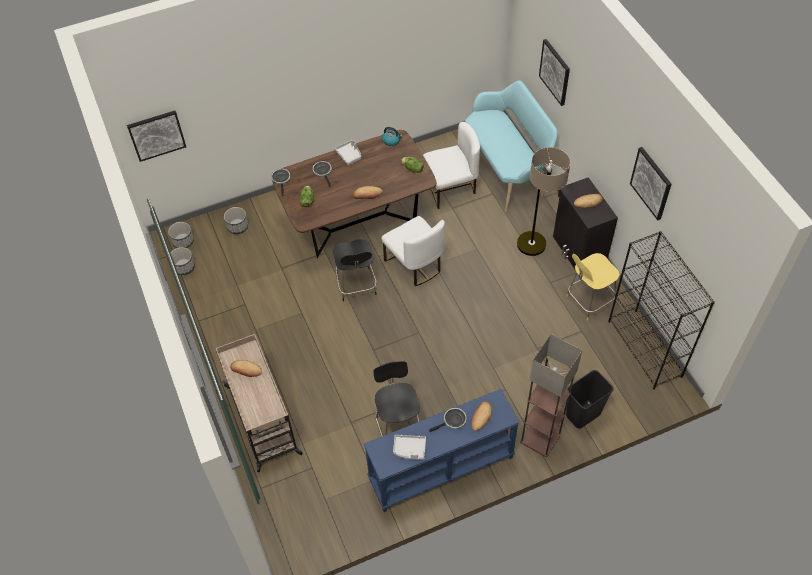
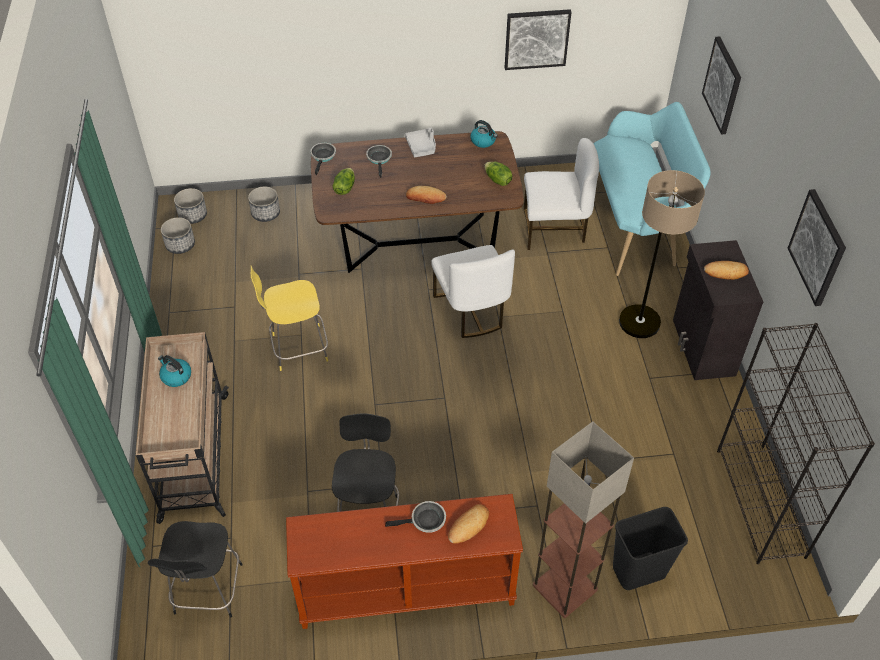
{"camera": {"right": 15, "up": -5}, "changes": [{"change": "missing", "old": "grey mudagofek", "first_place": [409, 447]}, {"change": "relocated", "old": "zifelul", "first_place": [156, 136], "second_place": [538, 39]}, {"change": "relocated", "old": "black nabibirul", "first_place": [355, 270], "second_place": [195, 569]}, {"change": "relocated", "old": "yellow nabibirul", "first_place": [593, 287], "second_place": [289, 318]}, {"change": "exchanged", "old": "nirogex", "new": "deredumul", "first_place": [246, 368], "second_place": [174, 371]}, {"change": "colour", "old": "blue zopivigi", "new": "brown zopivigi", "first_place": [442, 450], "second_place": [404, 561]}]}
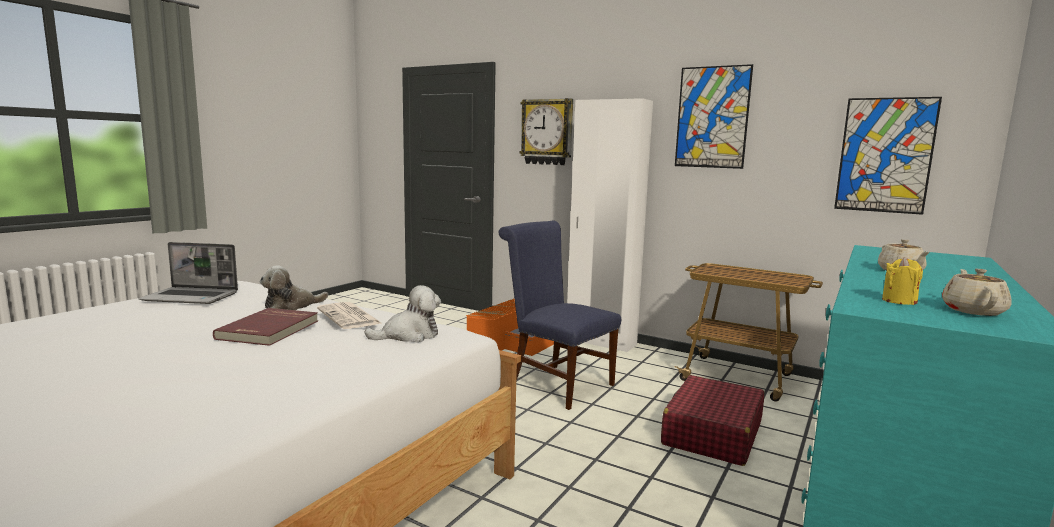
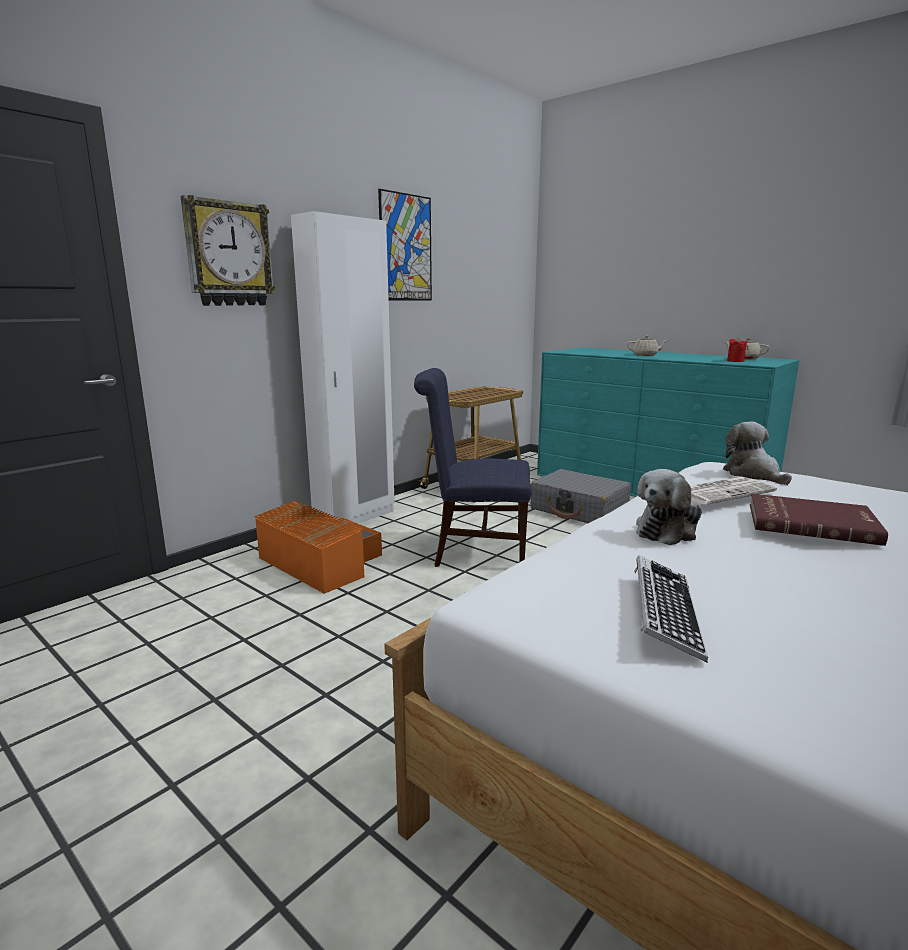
{"camera": {"right": -80, "up": 5}, "changes": [{"change": "missing", "old": "zifelul", "first_place": [888, 156]}, {"change": "exchanged", "old": "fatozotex", "new": "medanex", "first_place": [188, 273], "second_place": [671, 608]}, {"change": "colour", "old": "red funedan", "new": "grey funedan", "first_place": [712, 420], "second_place": [580, 496]}, {"change": "colour", "old": "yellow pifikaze", "new": "red pifikaze", "first_place": [902, 281], "second_place": [737, 349]}, {"change": "spun", "old": "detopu", "first_place": [294, 287], "second_place": [669, 507], "degrees": 75}, {"change": "spun", "old": "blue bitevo", "first_place": [559, 315], "second_place": [473, 467], "degrees": 45}]}
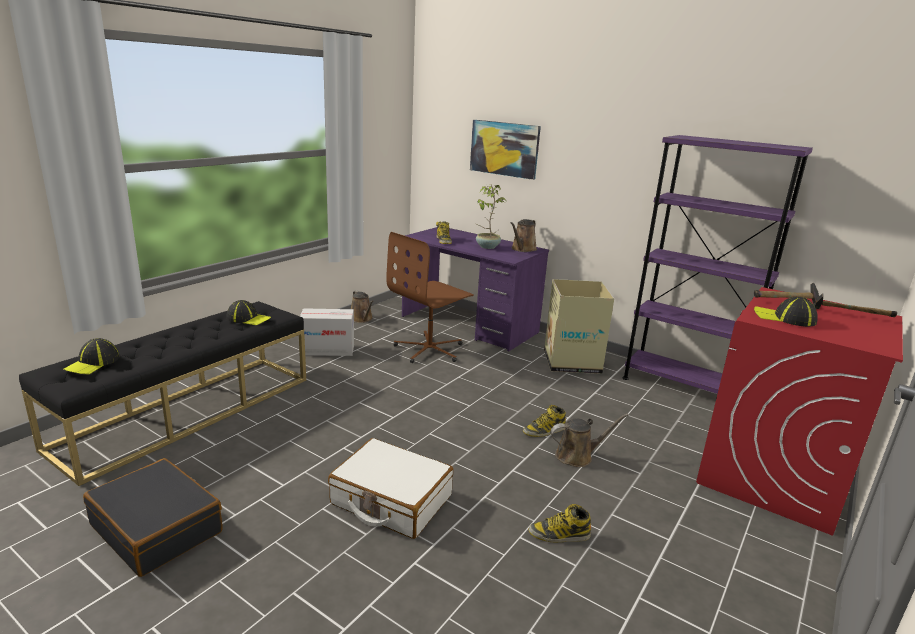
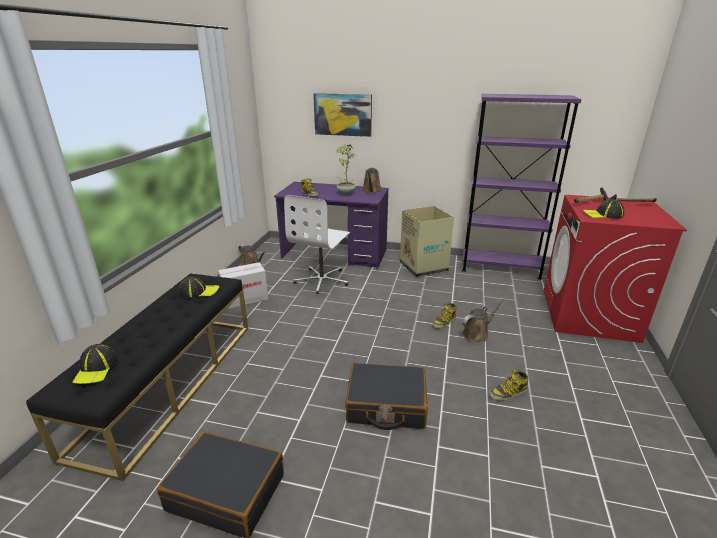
{"camera": {"right": -20, "up": 5}, "changes": [{"change": "colour", "old": "white funedan", "new": "black funedan", "first_place": [390, 488], "second_place": [386, 396]}, {"change": "colour", "old": "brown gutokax", "new": "white gutokax", "first_place": [430, 297], "second_place": [317, 244]}]}
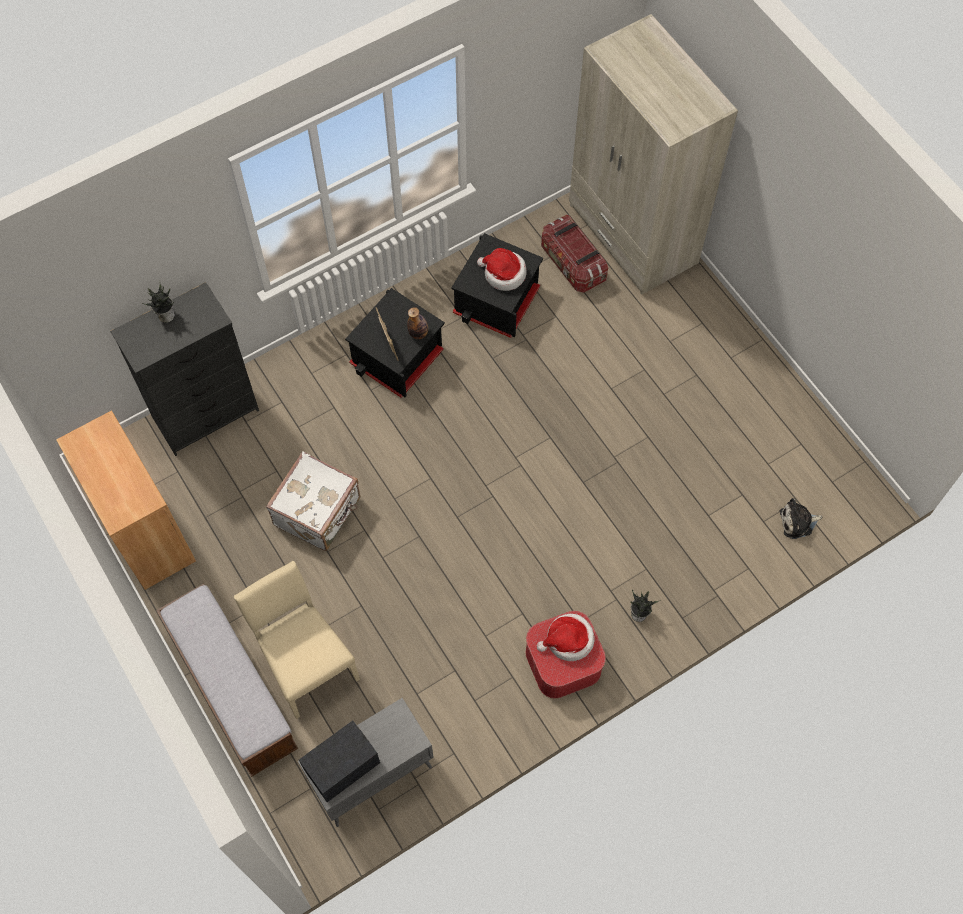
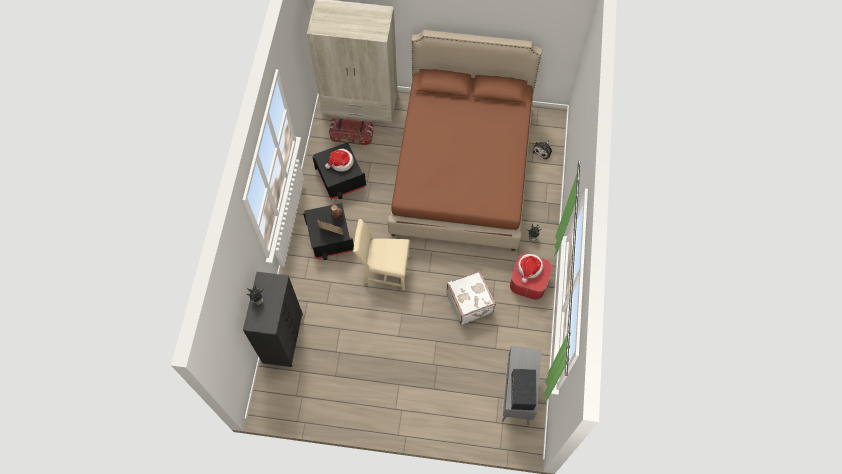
{"camera": {"right": -50, "up": 0}, "changes": [{"change": "missing", "old": "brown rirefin", "first_place": [126, 500]}, {"change": "missing", "old": "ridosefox", "first_place": [227, 680]}, {"change": "appeared", "new": "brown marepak", "second_place": [465, 140]}, {"change": "relocated", "old": "beige bitevo", "first_place": [296, 640], "second_place": [381, 254]}, {"change": "relocated", "old": "white funedan", "first_place": [313, 501], "second_place": [471, 297]}]}
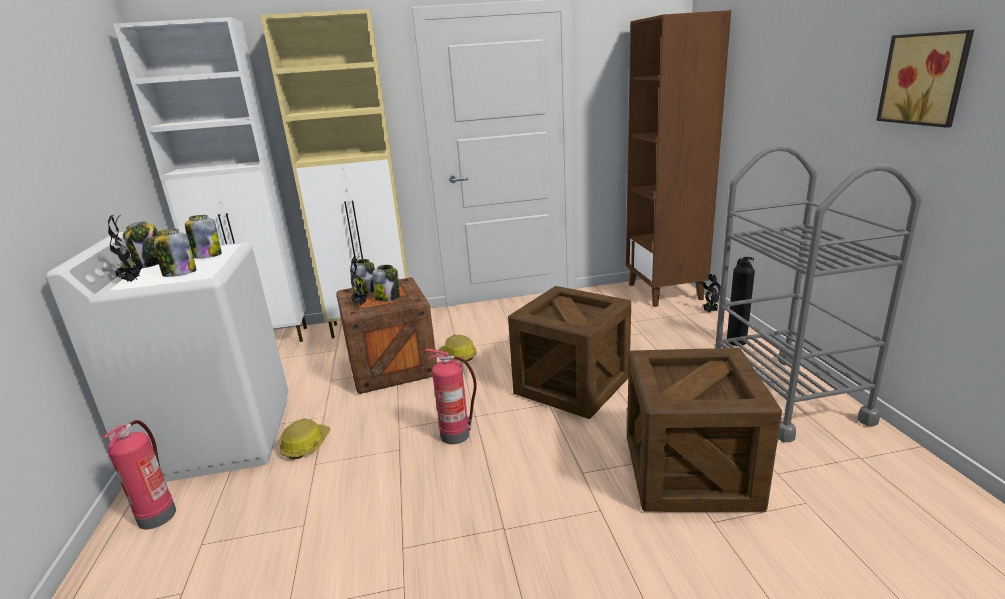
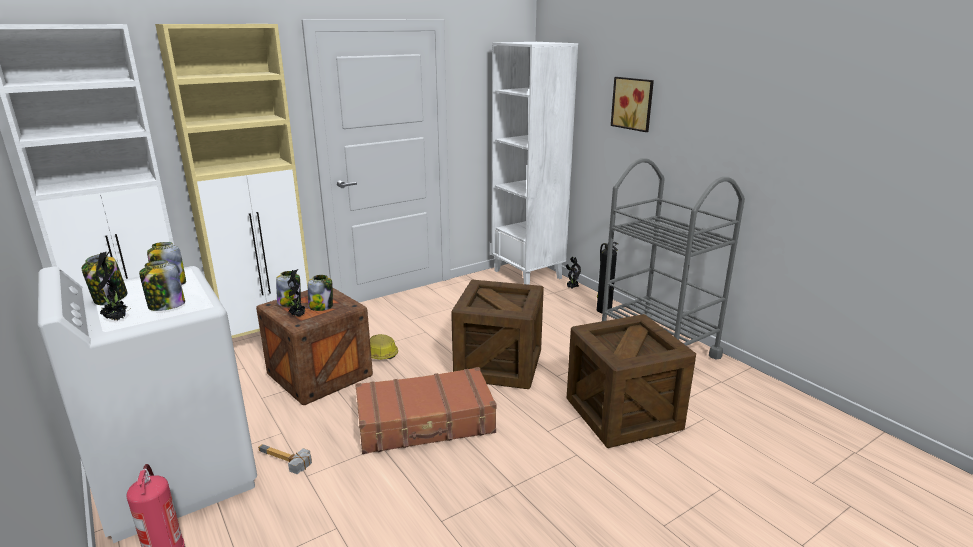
{"camera": {"right": -25, "up": 0}, "changes": [{"change": "relocated", "old": "zifelul", "first_place": [925, 79], "second_place": [632, 104]}, {"change": "exchanged", "old": "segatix", "new": "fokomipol", "first_place": [305, 439], "second_place": [285, 459]}, {"change": "exchanged", "old": "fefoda", "new": "brown funedan", "first_place": [451, 396], "second_place": [425, 410]}, {"change": "colour", "old": "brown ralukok", "new": "white ralukok", "first_place": [678, 158], "second_place": [534, 163]}]}
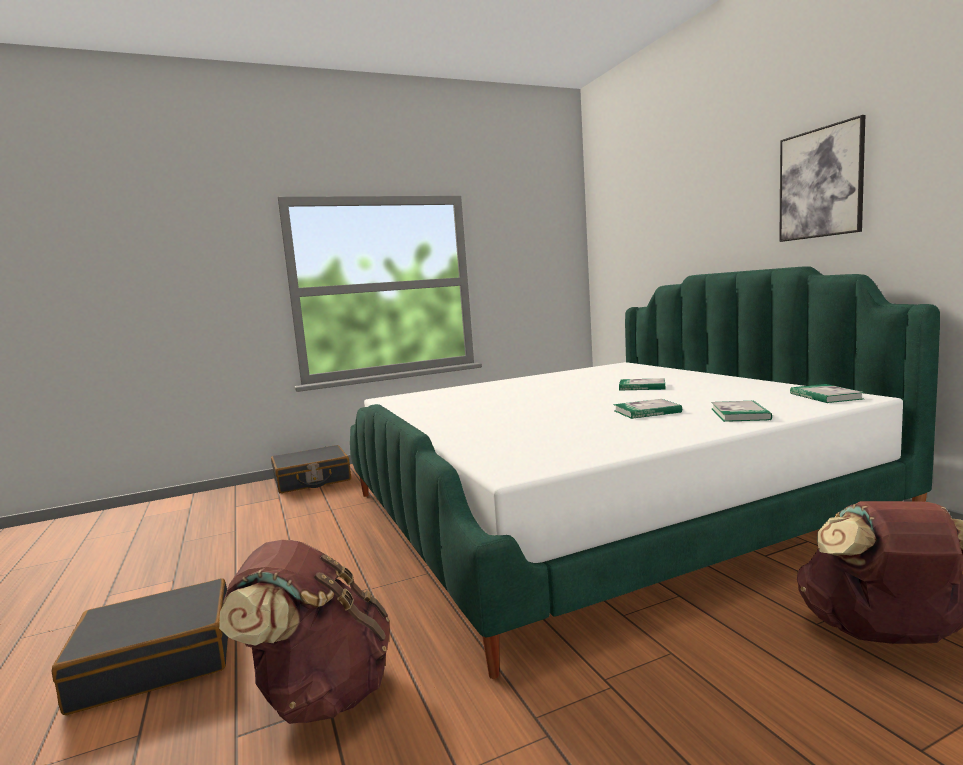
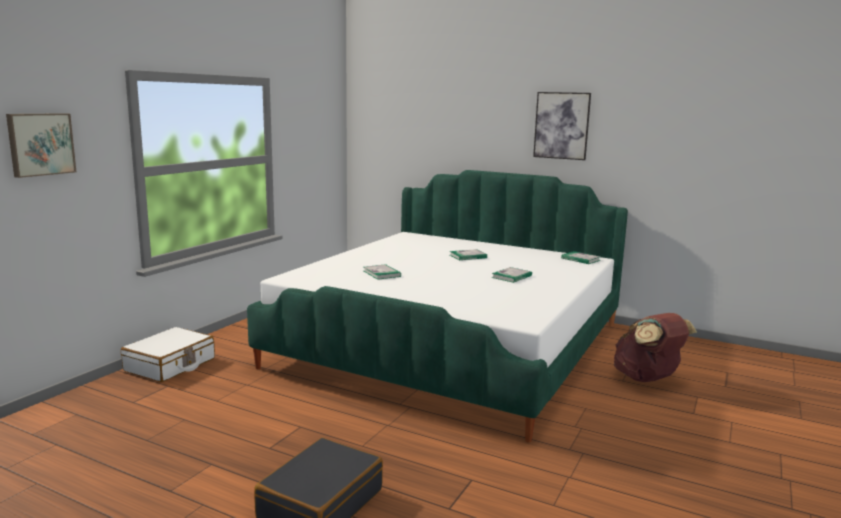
{"camera": {"right": -40, "up": 5}, "changes": [{"change": "missing", "old": "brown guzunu", "first_place": [304, 632]}, {"change": "appeared", "new": "zifelul", "second_place": [41, 145]}, {"change": "relocated", "old": "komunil", "first_place": [741, 411], "second_place": [382, 272]}, {"change": "colour", "old": "black funedan", "new": "white funedan", "first_place": [311, 469], "second_place": [168, 354]}]}
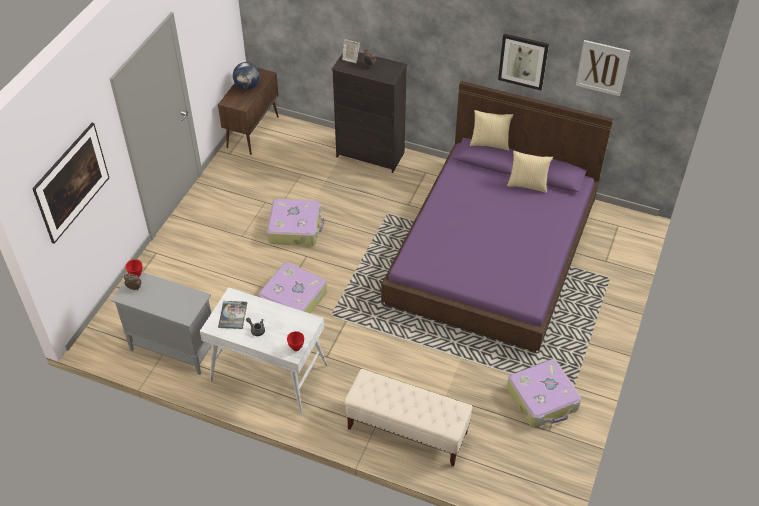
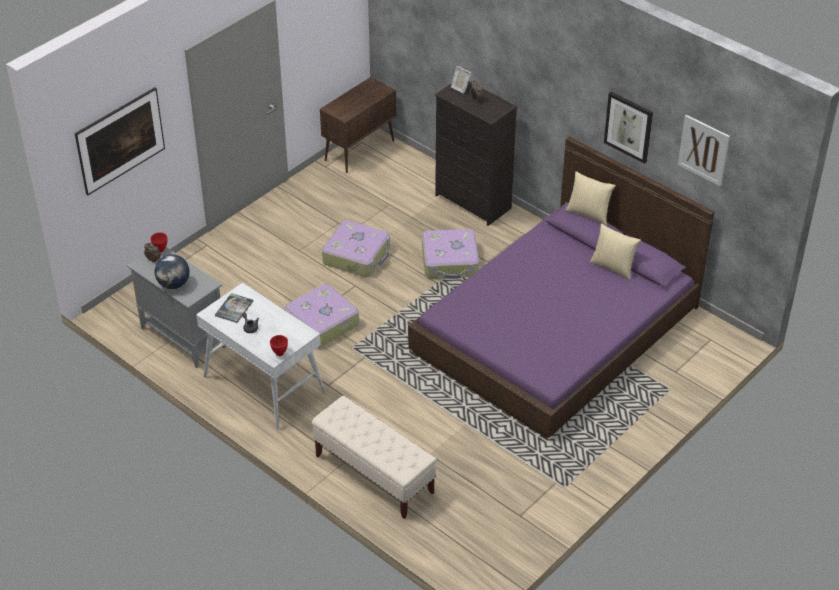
{"camera": {"right": 20, "up": -5}, "changes": [{"change": "relocated", "old": "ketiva", "first_place": [246, 76], "second_place": [172, 271]}, {"change": "relocated", "old": "funedan", "first_place": [544, 393], "second_place": [450, 254]}]}
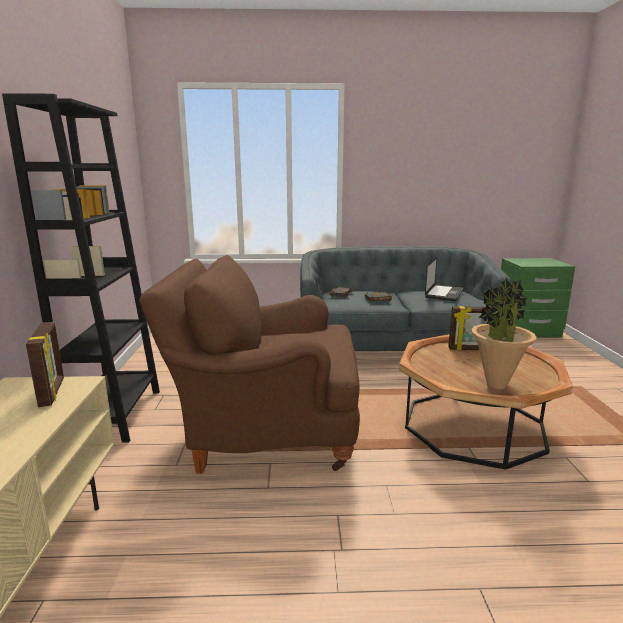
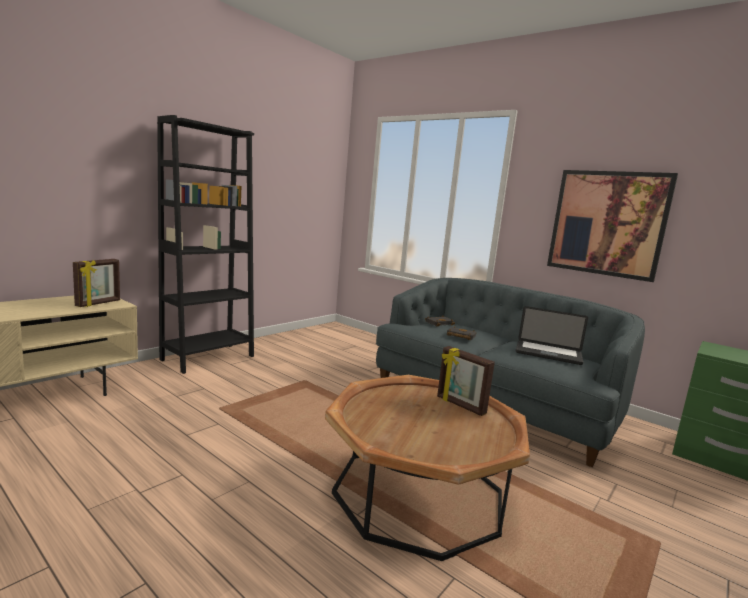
{"camera": {"right": 40, "up": -5}, "changes": [{"change": "missing", "old": "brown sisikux", "first_place": [249, 364]}, {"change": "missing", "old": "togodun", "first_place": [504, 332]}, {"change": "appeared", "new": "zifelul", "second_place": [612, 226]}, {"change": "spun", "old": "fatozotex", "first_place": [444, 279], "second_place": [552, 335], "degrees": 45}]}
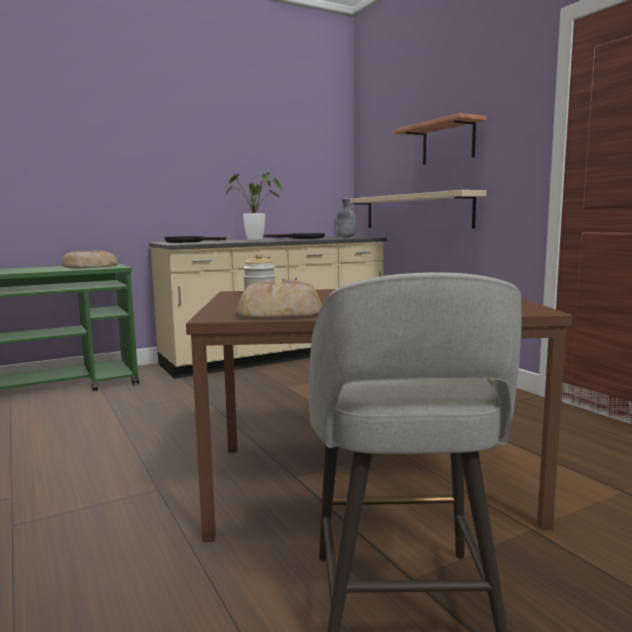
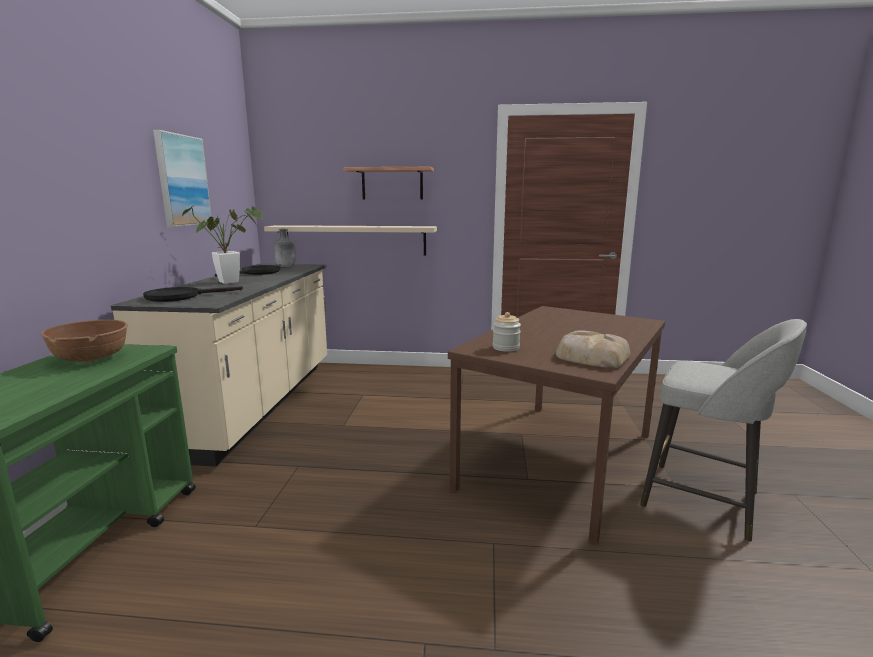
{"camera": {"right": -55, "up": 5}, "changes": [{"change": "appeared", "new": "zifelul", "second_place": [182, 178]}, {"change": "exchanged", "old": "nirogex", "new": "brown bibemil", "first_place": [89, 259], "second_place": [84, 341]}]}
